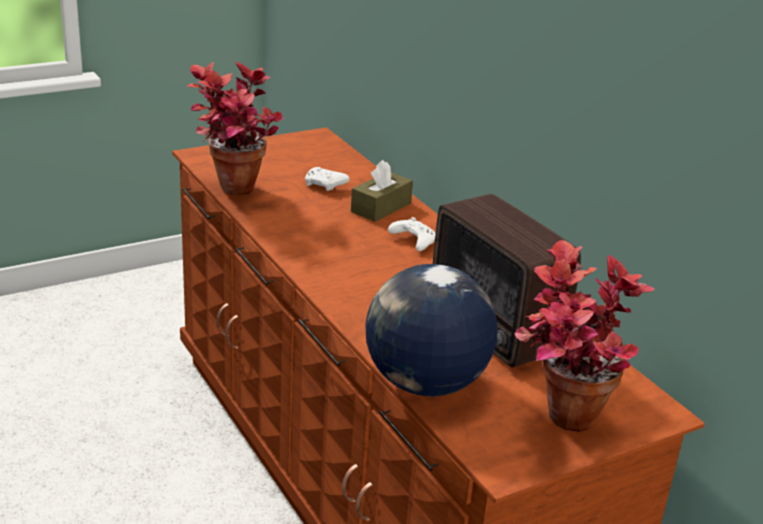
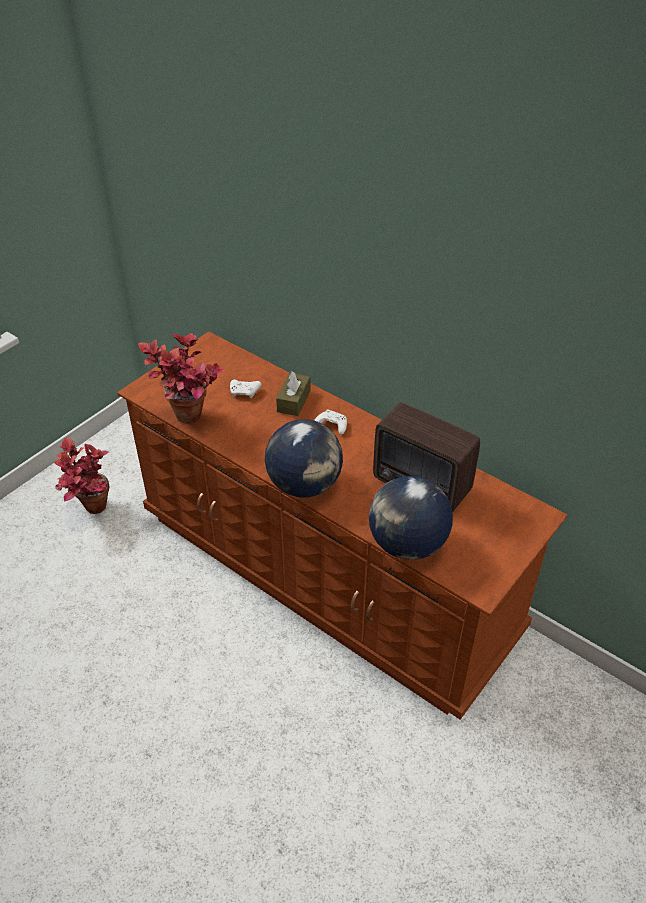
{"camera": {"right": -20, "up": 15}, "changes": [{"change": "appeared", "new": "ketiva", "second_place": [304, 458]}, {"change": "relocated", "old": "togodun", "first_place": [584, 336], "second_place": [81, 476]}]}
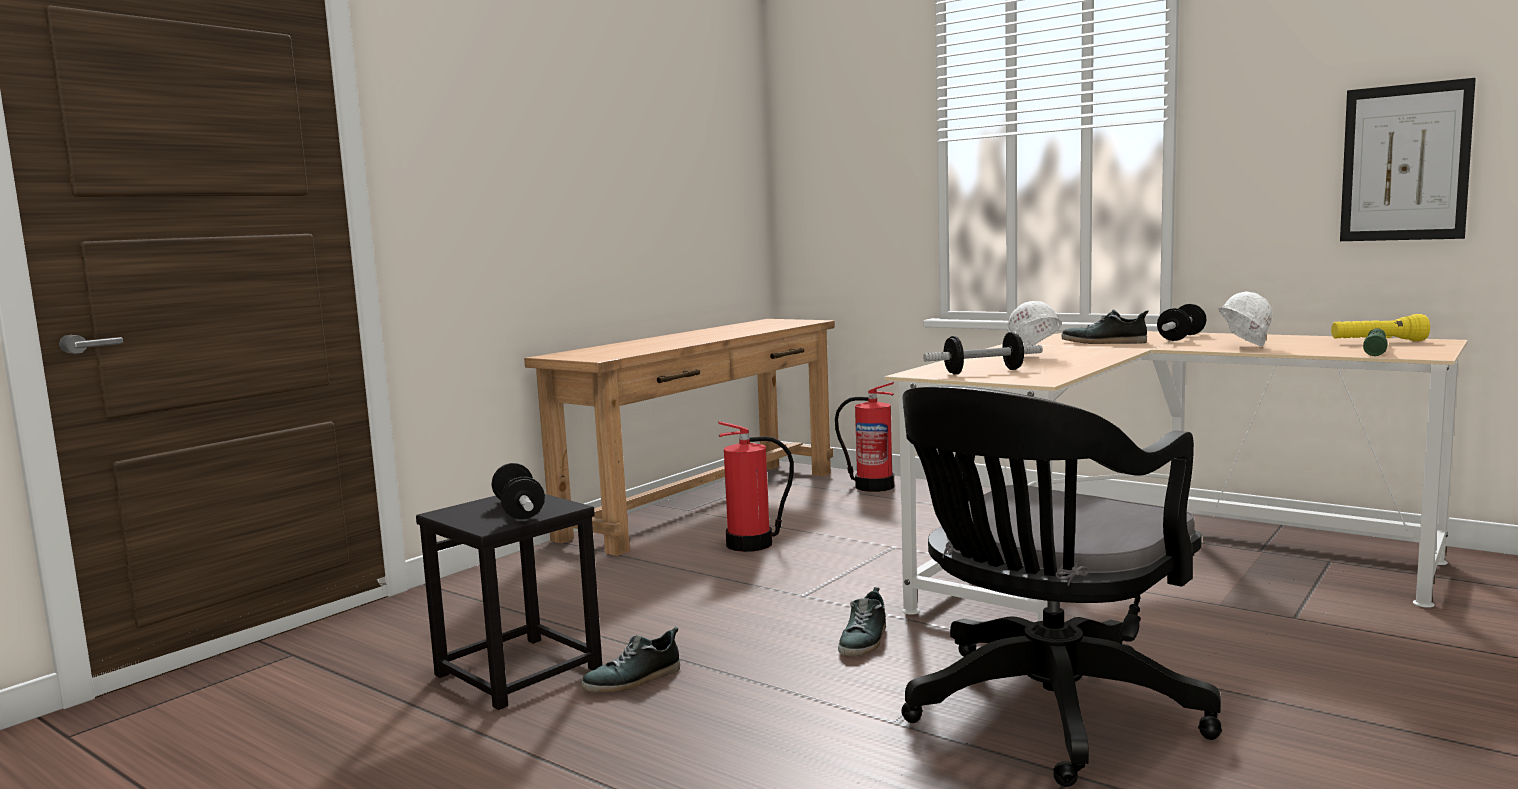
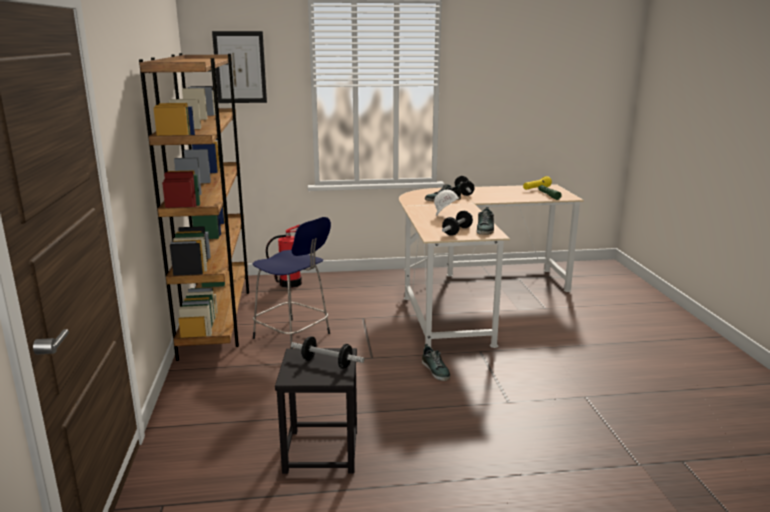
{"camera": {"right": -45, "up": 10}, "changes": [{"change": "missing", "old": "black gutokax", "first_place": [1061, 586]}, {"change": "missing", "old": "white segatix", "first_place": [1245, 319]}, {"change": "relocated", "old": "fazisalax", "first_place": [630, 659], "second_place": [485, 221]}, {"change": "relocated", "old": "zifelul", "first_place": [1408, 159], "second_place": [239, 67]}, {"change": "exchanged", "old": "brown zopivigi", "new": "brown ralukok", "first_place": [679, 437], "second_place": [194, 207]}, {"change": "exchanged", "old": "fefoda", "new": "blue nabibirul", "first_place": [756, 486], "second_place": [291, 282]}]}
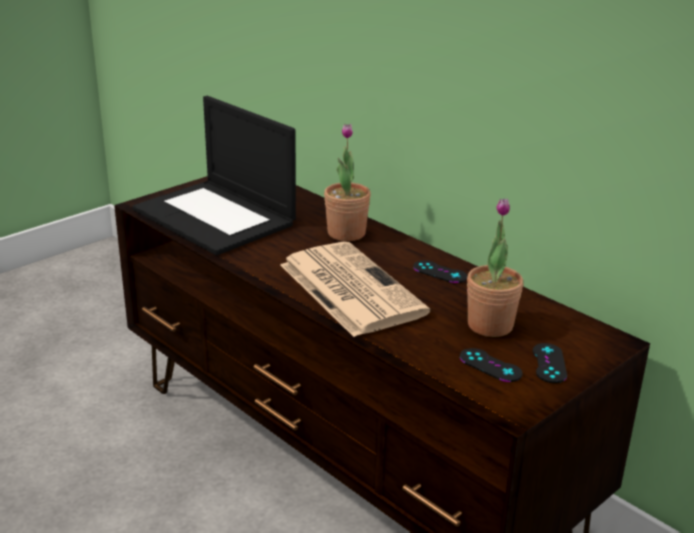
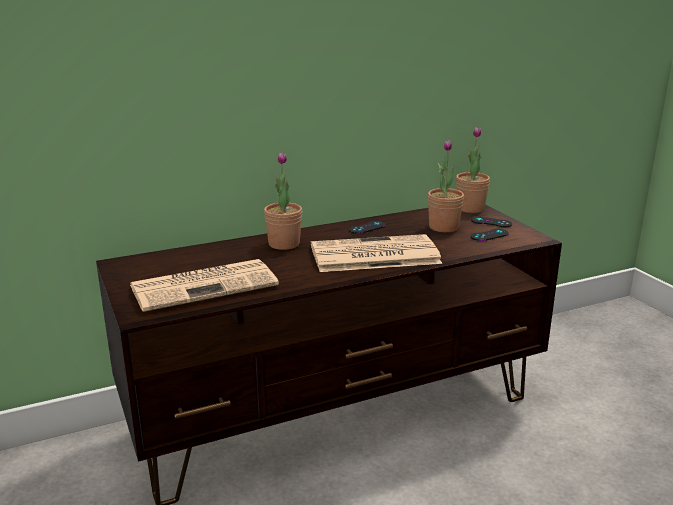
{"camera": {"right": -70, "up": -5}, "changes": [{"change": "appeared", "new": "togodun", "second_place": [473, 170]}, {"change": "exchanged", "old": "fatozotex", "new": "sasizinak", "first_place": [214, 175], "second_place": [204, 285]}]}
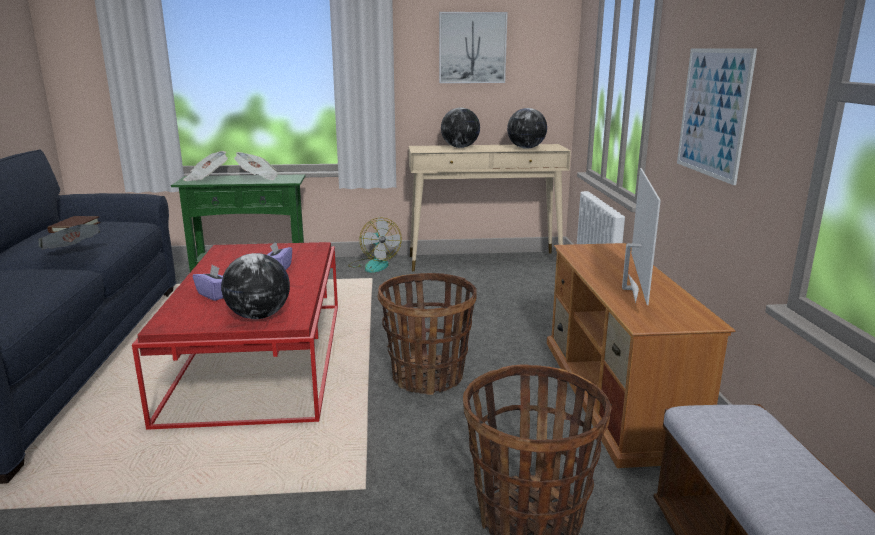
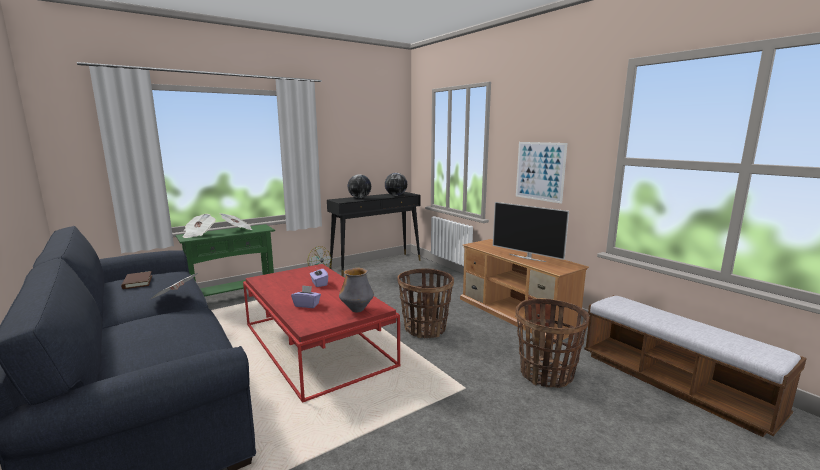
{"camera": {"right": -30, "up": -5}, "changes": [{"change": "missing", "old": "zifelul", "first_place": [473, 47]}, {"change": "exchanged", "old": "ketiva", "new": "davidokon", "first_place": [255, 286], "second_place": [356, 290]}, {"change": "colour", "old": "beige zopivigi", "new": "black zopivigi", "first_place": [490, 207], "second_place": [374, 234]}, {"change": "spun", "old": "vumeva", "first_place": [641, 236], "second_place": [531, 232], "degrees": 150}]}
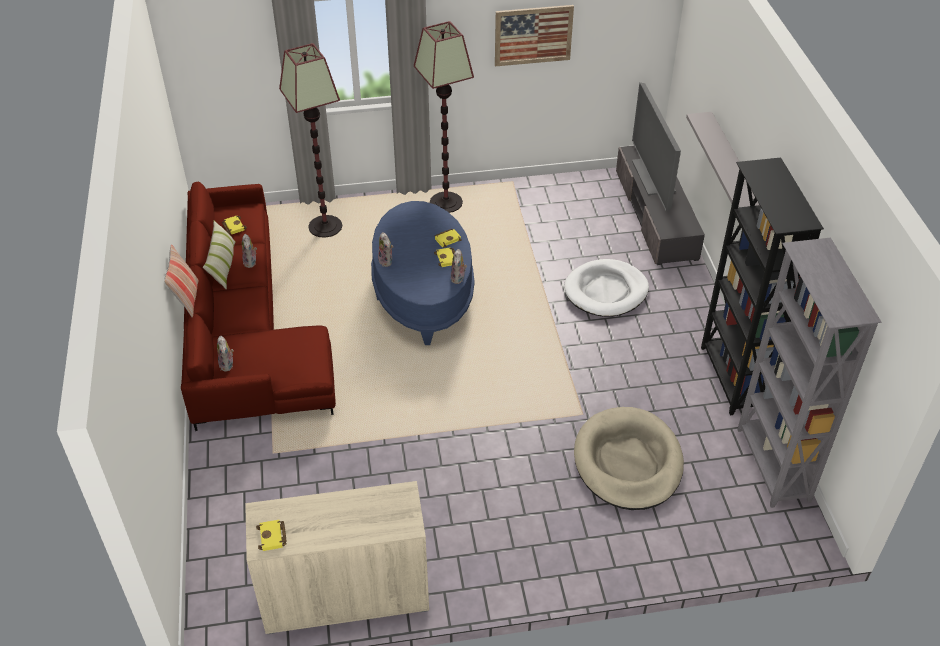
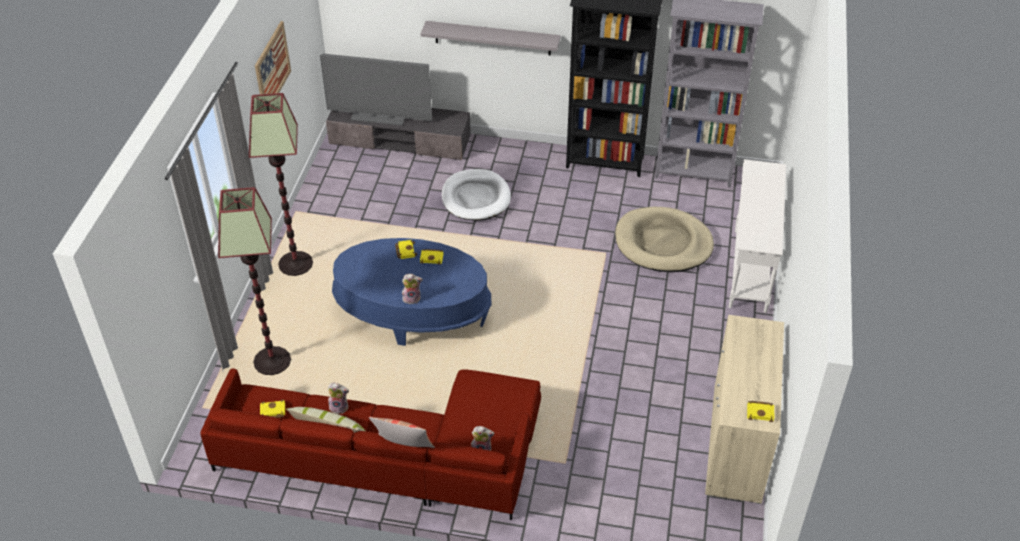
{"camera": {"right": -70, "up": 0}, "changes": [{"change": "missing", "old": "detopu", "first_place": [459, 266]}, {"change": "appeared", "new": "white zopivigi", "second_place": [757, 236]}]}
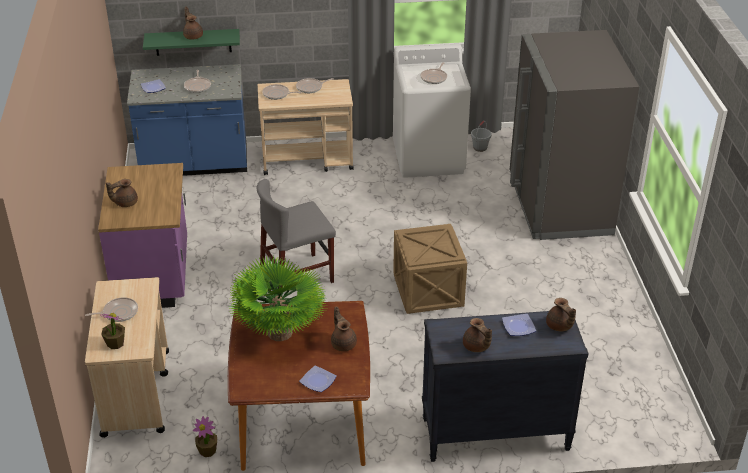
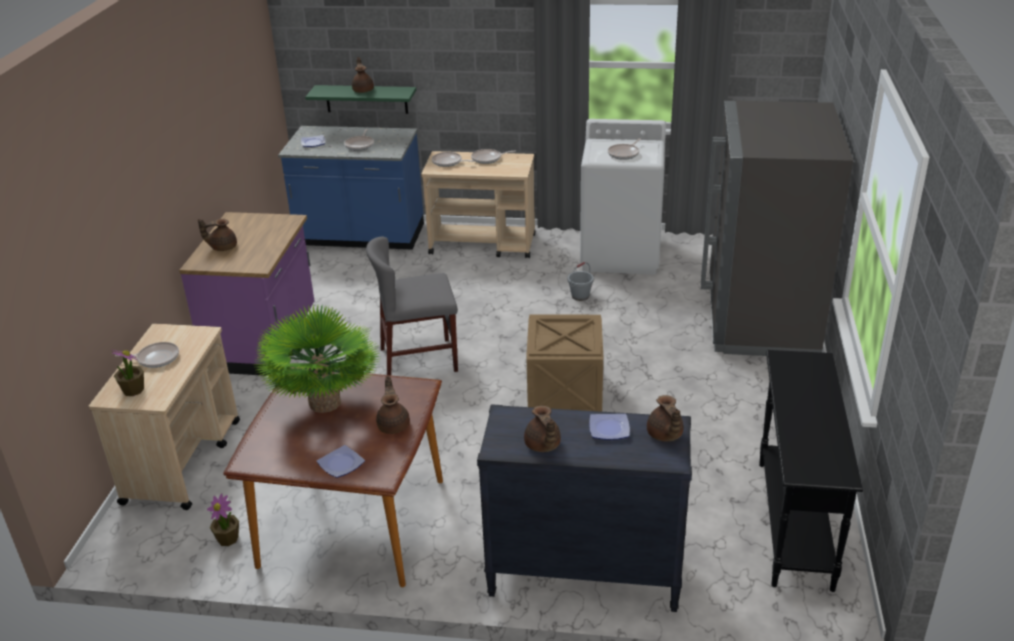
{"camera": {"right": 15, "up": -5}, "changes": [{"change": "appeared", "new": "black zopivigi", "second_place": [811, 471]}, {"change": "relocated", "old": "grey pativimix", "first_place": [481, 136], "second_place": [581, 281]}]}
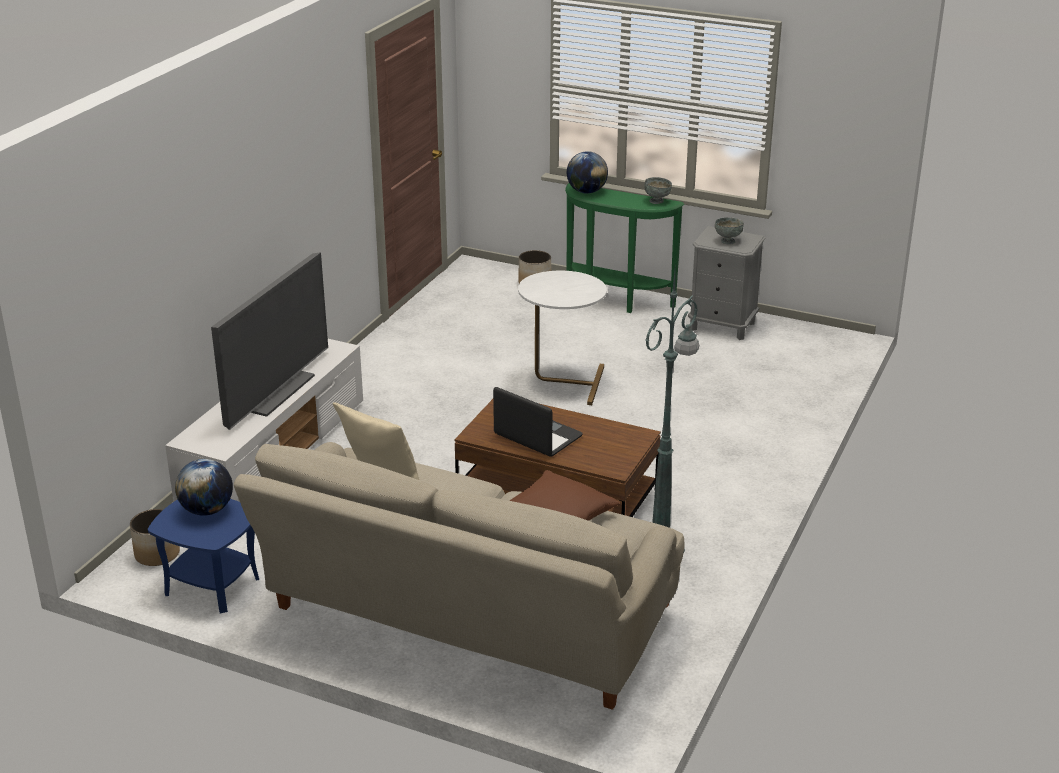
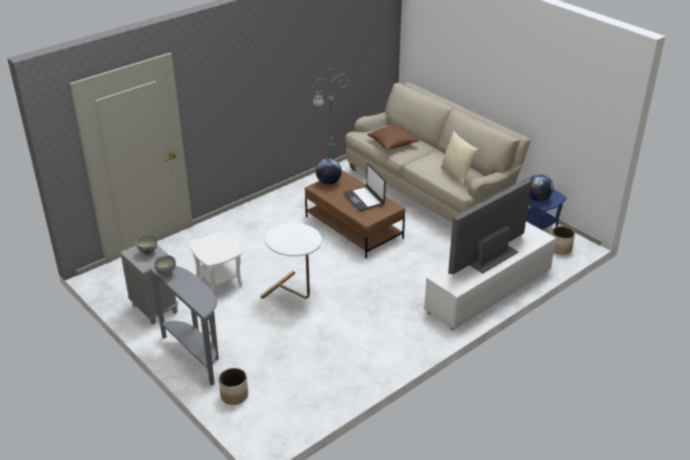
{"camera": {"right": -155, "up": 5}, "changes": [{"change": "appeared", "new": "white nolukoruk", "second_place": [216, 264]}, {"change": "relocated", "old": "ketiva", "first_place": [587, 172], "second_place": [329, 171]}, {"change": "colour", "old": "green zopivigi", "new": "grey zopivigi", "first_place": [625, 248], "second_place": [184, 325]}]}
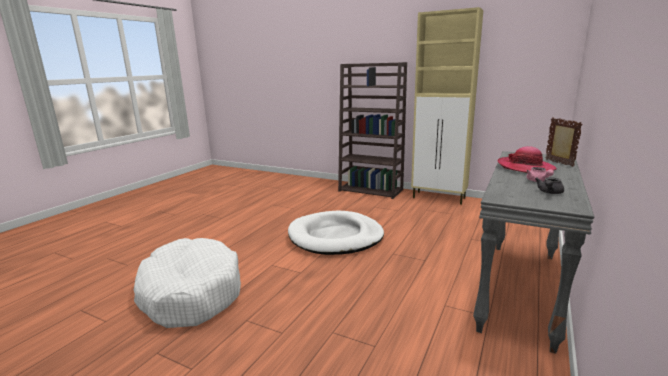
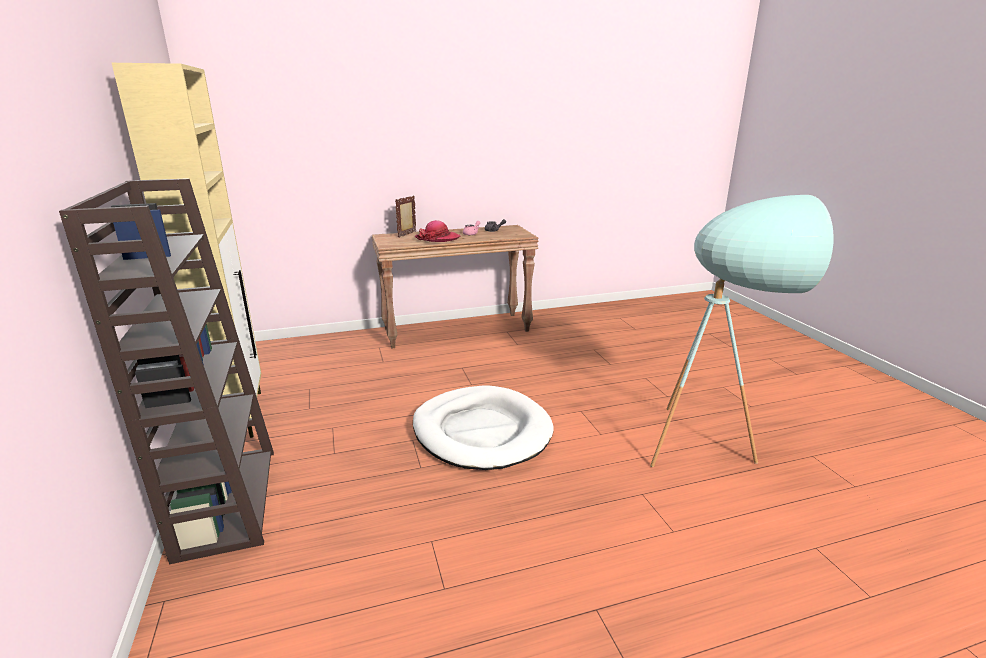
{"camera": {"right": -135, "up": 5}, "changes": [{"change": "exchanged", "old": "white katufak", "new": "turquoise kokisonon", "first_place": [187, 283], "second_place": [742, 331]}, {"change": "colour", "old": "grey zopivigi", "new": "brown zopivigi", "first_place": [533, 252], "second_place": [455, 286]}]}
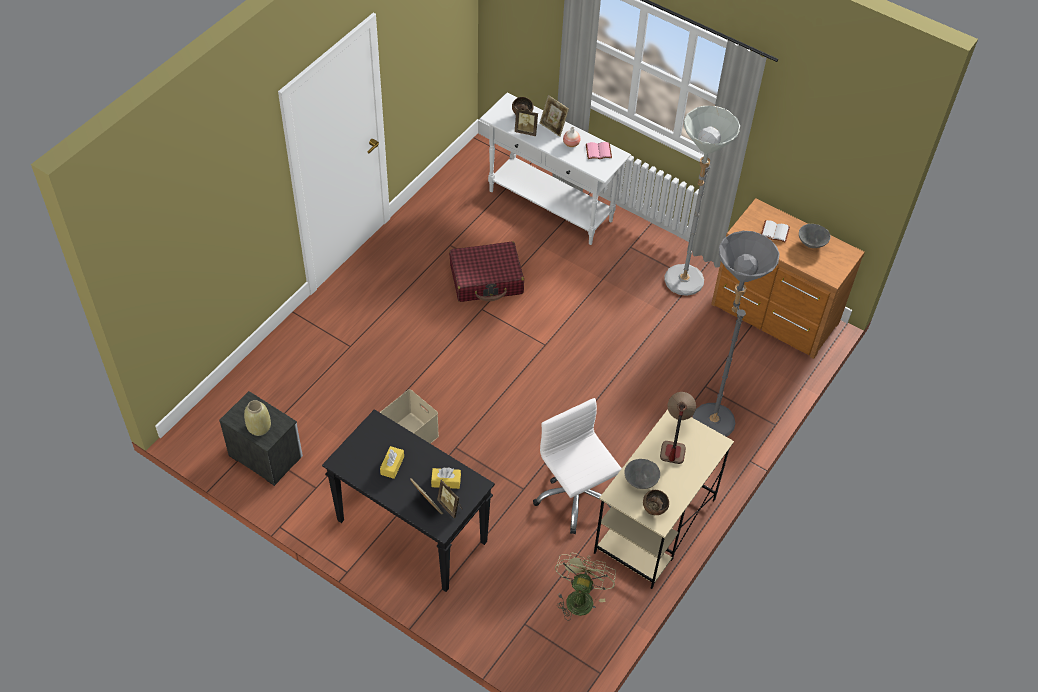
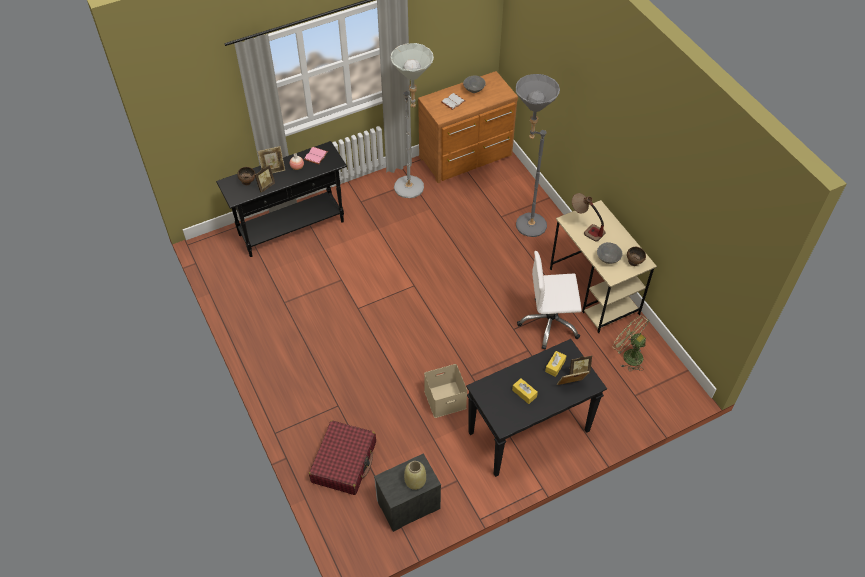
{"camera": {"right": -60, "up": 0}, "changes": [{"change": "relocated", "old": "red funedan", "first_place": [486, 271], "second_place": [342, 457]}, {"change": "colour", "old": "white zopivigi", "new": "black zopivigi", "first_place": [555, 169], "second_place": [281, 199]}]}
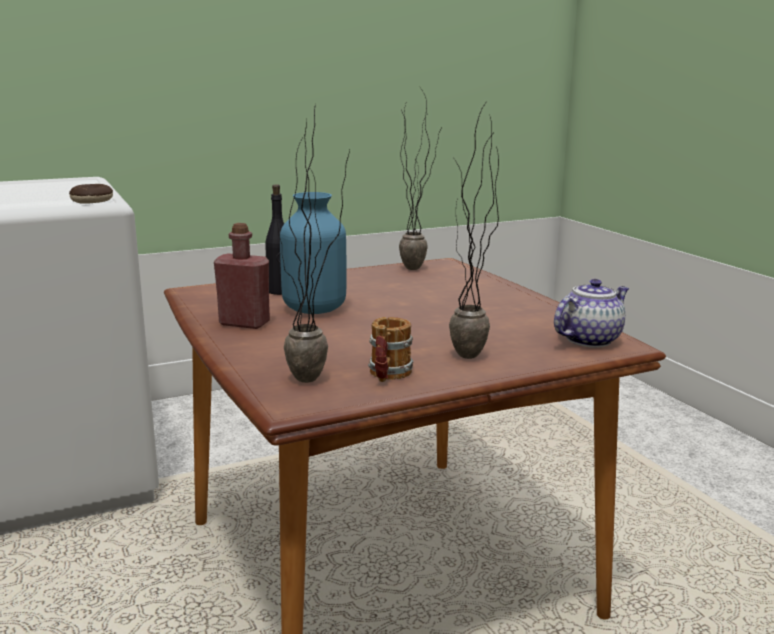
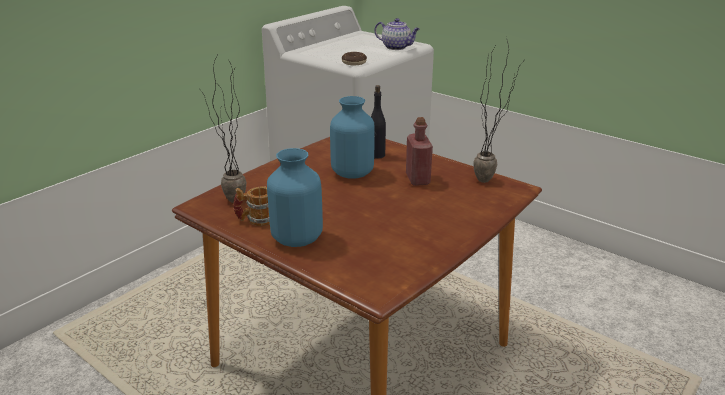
{"camera": {"right": 65, "up": 10}, "changes": [{"change": "relocated", "old": "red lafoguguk", "first_place": [242, 276], "second_place": [419, 151]}, {"change": "relocated", "old": "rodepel", "first_place": [591, 313], "second_place": [397, 34]}, {"change": "exchanged", "old": "togodun", "new": "blue davidokon", "first_place": [474, 231], "second_place": [295, 197]}]}
